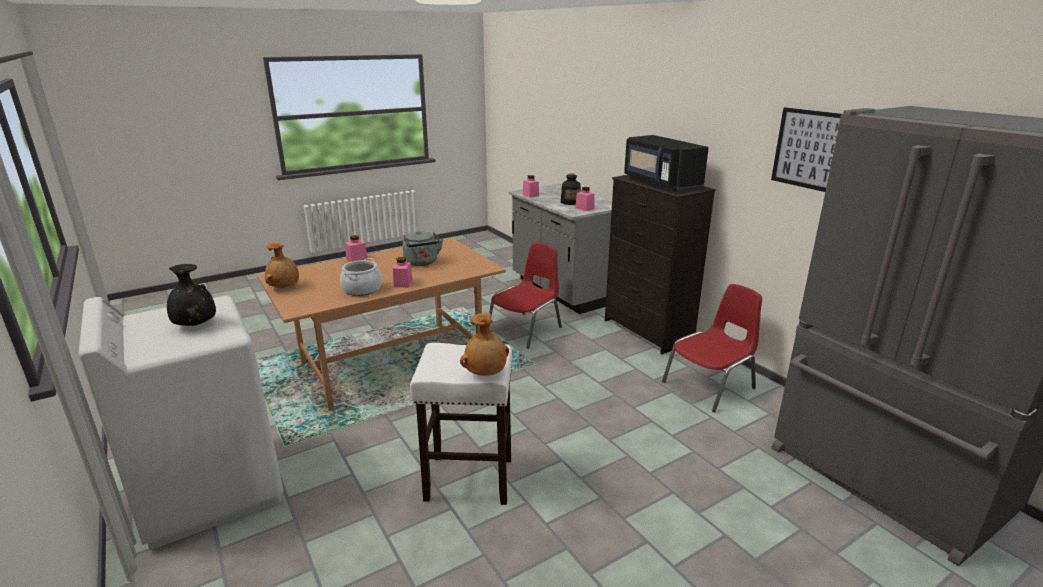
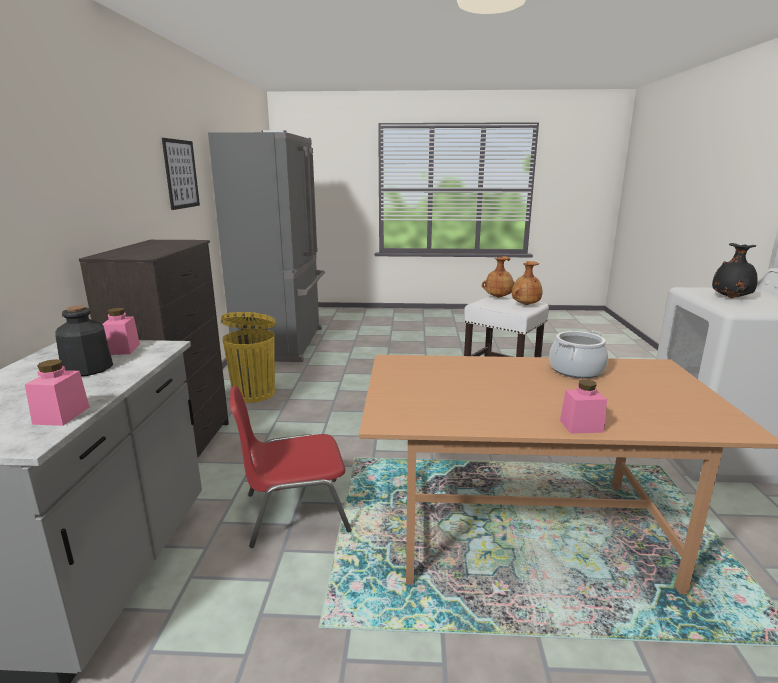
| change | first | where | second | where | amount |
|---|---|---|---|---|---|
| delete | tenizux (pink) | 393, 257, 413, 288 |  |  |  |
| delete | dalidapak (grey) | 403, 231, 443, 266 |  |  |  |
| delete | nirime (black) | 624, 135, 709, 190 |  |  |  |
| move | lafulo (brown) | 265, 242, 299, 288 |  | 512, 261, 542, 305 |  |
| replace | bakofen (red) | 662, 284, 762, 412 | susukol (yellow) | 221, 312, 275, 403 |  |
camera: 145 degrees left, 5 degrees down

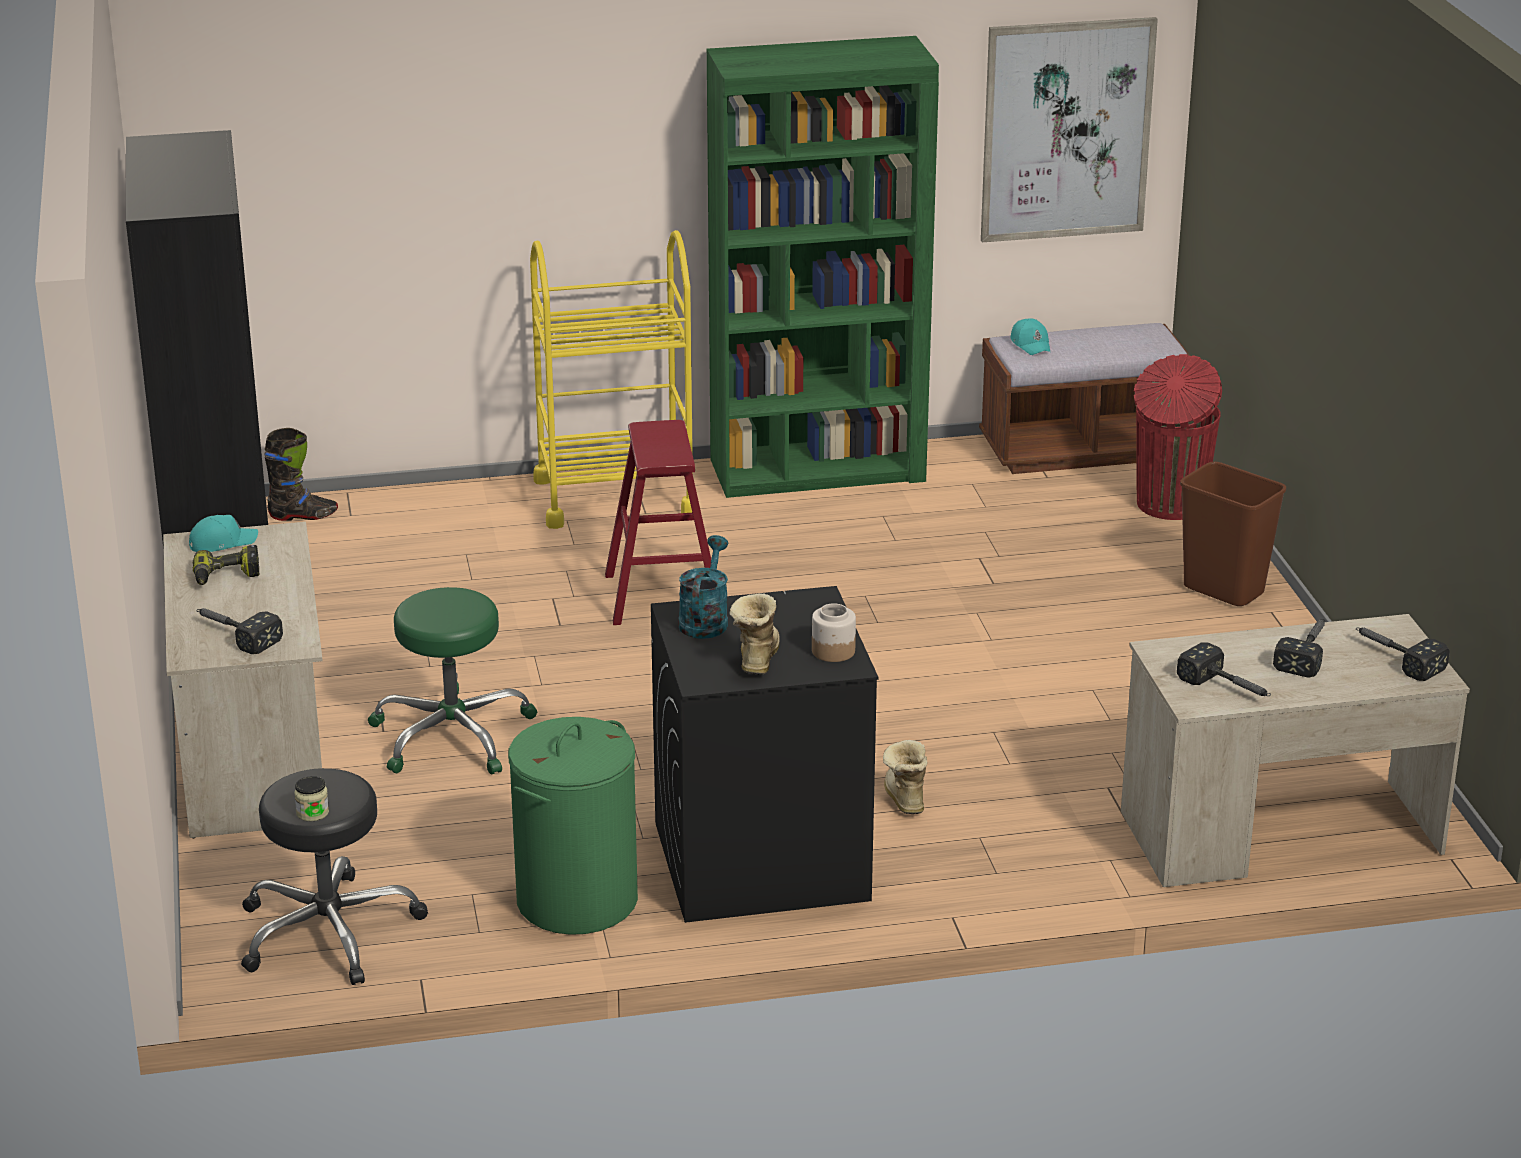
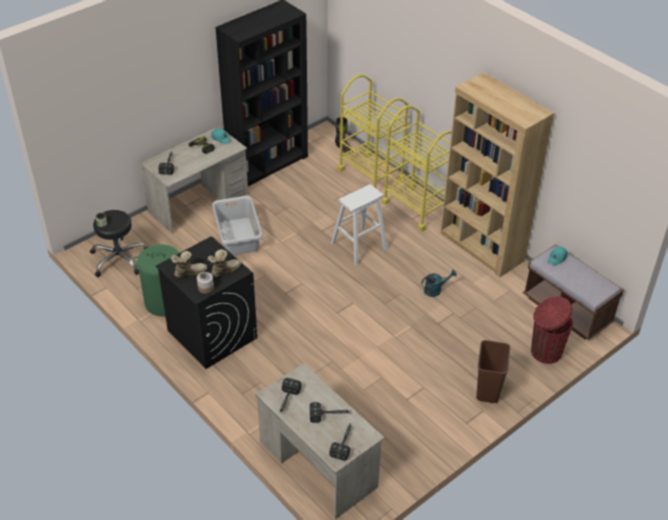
| change | first | where | second | where | amount |
|---|---|---|---|---|---|
| delete | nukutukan | 981, 17, 1158, 242 |  |  |  |
| insert |  |  | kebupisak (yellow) | 337, 74, 408, 190 |  |
| move | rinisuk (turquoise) | 678, 535, 728, 639 |  | 421, 270, 457, 297 |  |
| move | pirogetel | 883, 740, 927, 814 |  | 208, 249, 241, 278 |  |
| replace | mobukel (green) | 368, 587, 537, 774 | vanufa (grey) | 212, 196, 263, 255 |  |
| recolor | mobukel (red) | 605, 420, 711, 625 | mobukel (white) | 331, 184, 388, 266 |  |
| recolor | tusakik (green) | 707, 36, 939, 498 | tusakik (brown) | 440, 72, 554, 277 |  |
camera: 60 degrees right, 15 degrees up

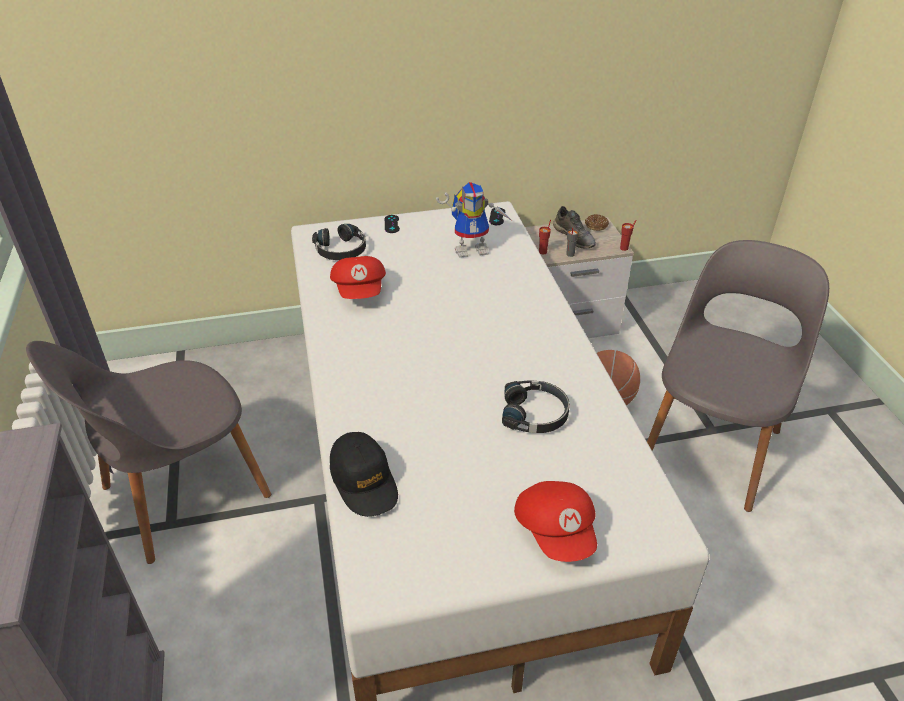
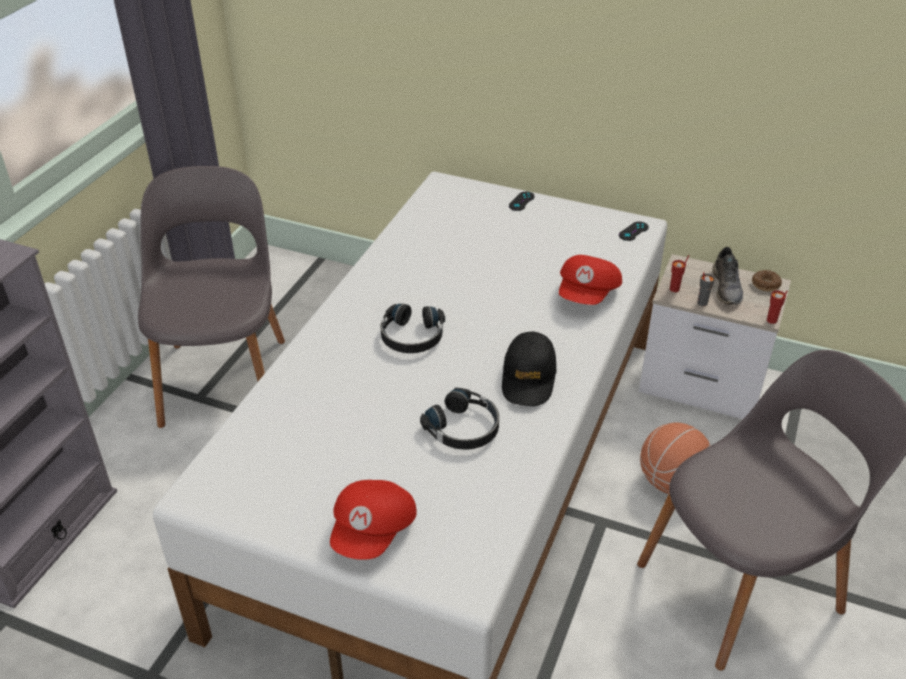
| change | first | where | second | where | amount |
|---|---|---|---|---|---|
| delete | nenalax | 436, 182, 511, 258 |  |  |  |
| move | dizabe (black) | 312, 224, 366, 260 |  | 381, 304, 445, 353 |  |
| move | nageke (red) | 330, 256, 386, 299 |  | 559, 255, 622, 305 |  |
| move | nageke (black) | 330, 432, 398, 517 |  | 502, 331, 556, 406 |  |
| rotate | bakofen (grey) | 26, 341, 271, 564 |  | 138, 166, 285, 428 | 90 degrees clockwise |
camera: 35 degrees right, 0 degrees up

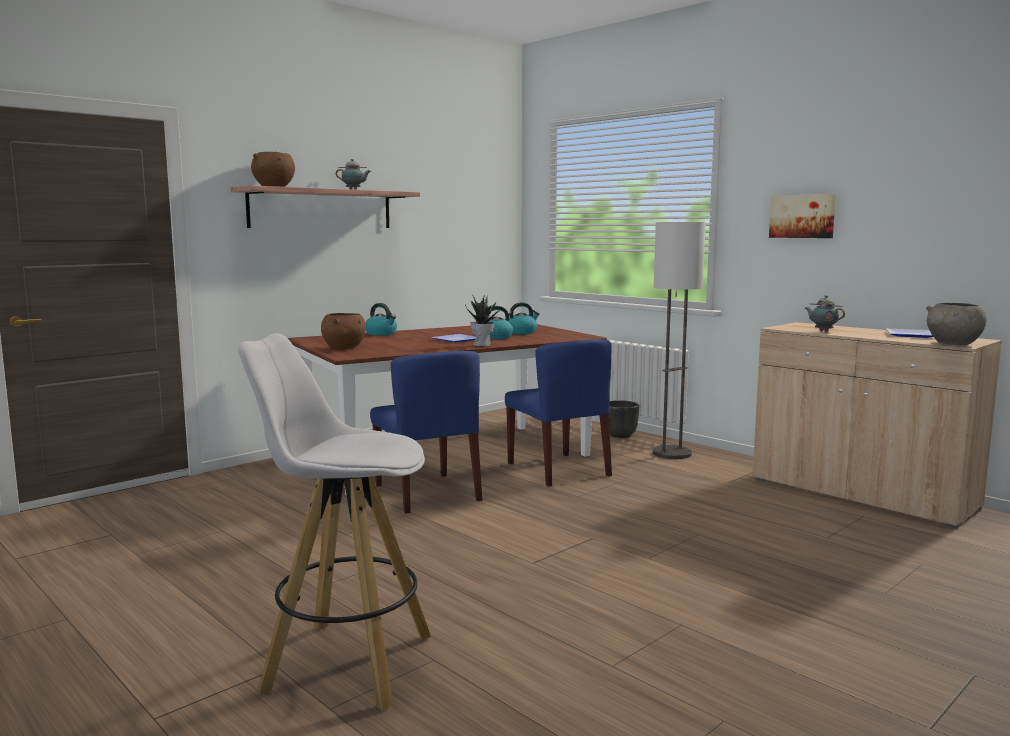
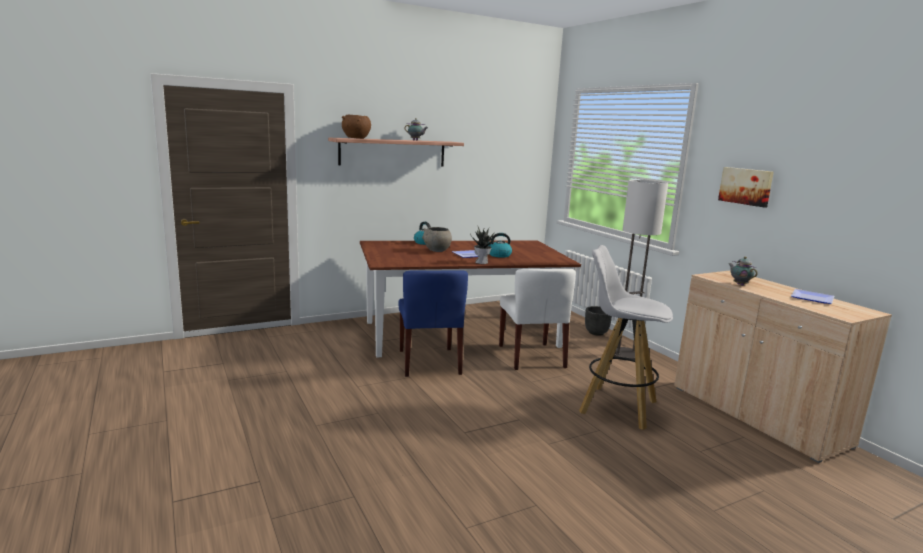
| change | first | where | second | where | amount |
|---|---|---|---|---|---|
| delete | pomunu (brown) | 321, 313, 366, 349 |  |  |  |
| delete | dalidapak | 508, 302, 539, 334 |  |  |  |
| move | mobukel (white) | 238, 333, 431, 710 |  | 579, 245, 673, 430 |  |
| move | pomunu (grey) | 926, 303, 987, 345 |  | 422, 227, 452, 252 |  |
| recolor | bakofen (blue) | 505, 339, 612, 487 | bakofen (white) | 499, 269, 576, 370 |  |
camera: 15 degrees right, 5 degrees up

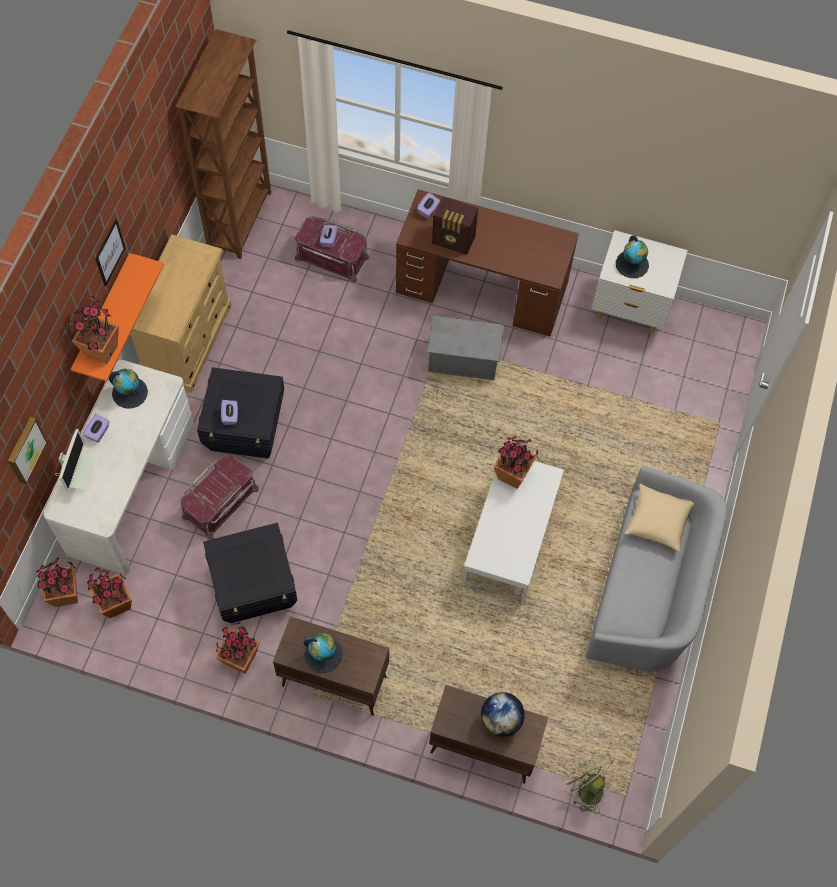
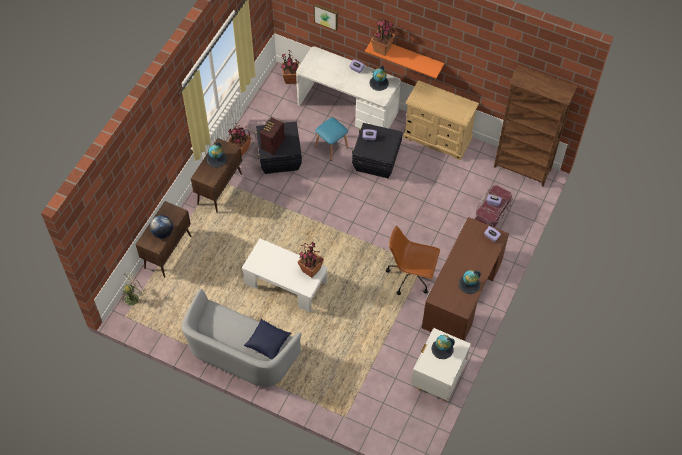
| change | first | where | second | where | amount |
|---|---|---|---|---|---|
| delete | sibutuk | 55, 429, 94, 491 |  |  |  |
| delete | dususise | 87, 567, 132, 618 |  |  |  |
| delete | nukutukan | 95, 219, 125, 286 |  |  |  |
| insert |  |  | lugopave | 459, 270, 481, 294 |  |
| move | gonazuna | 432, 197, 478, 255 |  | 260, 117, 285, 155 |  |
| replace | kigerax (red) | 181, 454, 259, 540 | mobukel (blue) | 315, 117, 348, 161 |  |
| replace | kigerax (grey) | 427, 316, 505, 380 | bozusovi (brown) | 386, 226, 440, 295 |  |
| recolor | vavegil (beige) | 624, 484, 694, 552 | vavegil (blue) | 244, 319, 291, 360 |  |
camera: 100 degrees right, 5 degrees down

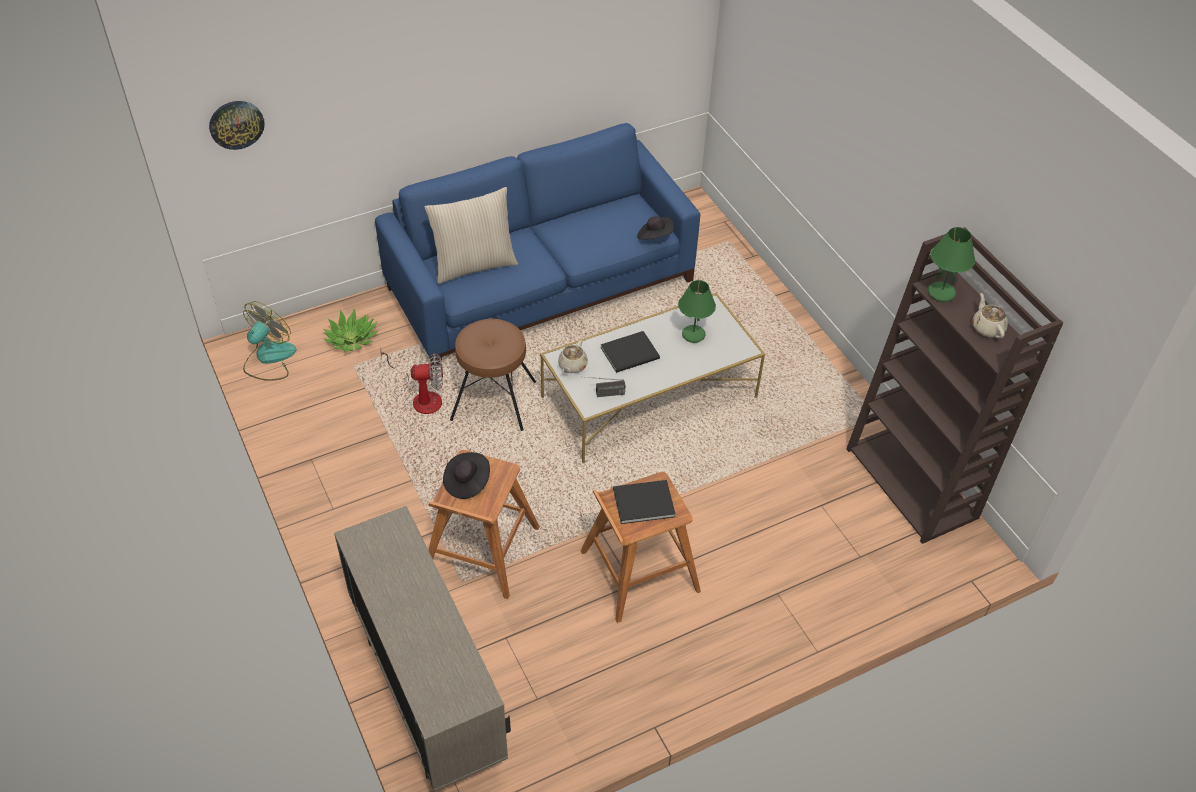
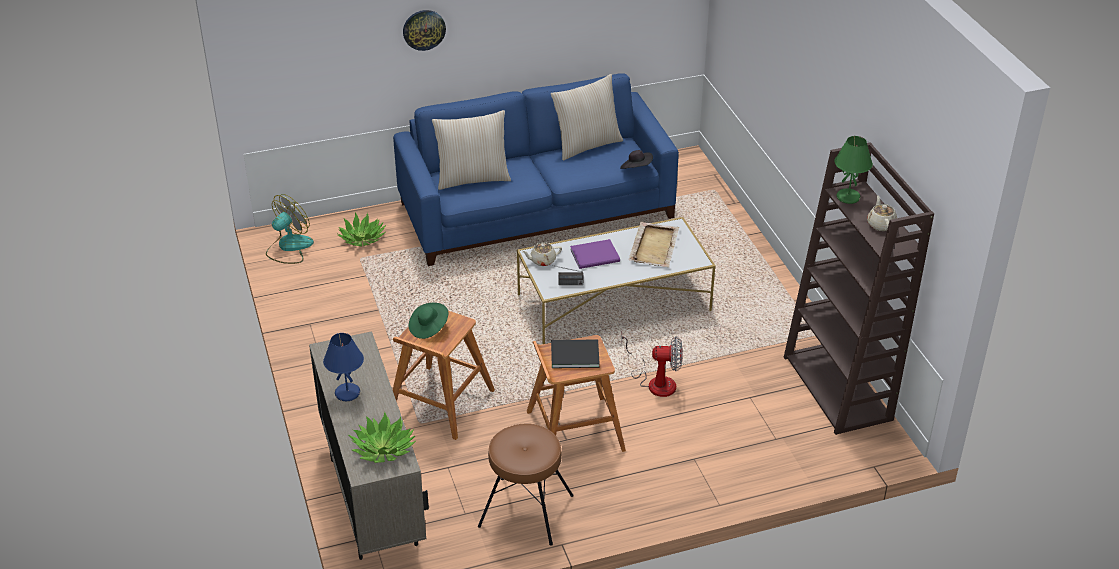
| change | first | where | second | where | amount |
|---|---|---|---|---|---|
| insert |  |  | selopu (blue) | 323, 333, 364, 401 |  |
| insert |  |  | dususise | 348, 412, 416, 463 |  |
| insert |  |  | vavegil (beige) | 551, 74, 623, 161 |  |
| move | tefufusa | 209, 101, 265, 150 |  | 403, 10, 446, 51 |  |
| move | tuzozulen | 380, 346, 443, 414 |  | 621, 335, 683, 397 |  |
| move | mobukel (brown) | 450, 319, 536, 431 |  | 478, 423, 574, 546 |  |
| replace | selopu (green) | 678, 280, 716, 343 | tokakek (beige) | 629, 222, 679, 268 |  |
| recolor | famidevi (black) | 443, 452, 490, 499 | famidevi (green) | 409, 303, 448, 339 |  |
| recolor | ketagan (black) | 601, 331, 660, 373 | ketagan (purple) | 570, 239, 620, 269 |  |
| rotate | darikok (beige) | 558, 340, 588, 373 |  | 522, 242, 562, 266 | 45 degrees clockwise |
camera: 10 degrees right, 10 degrees down

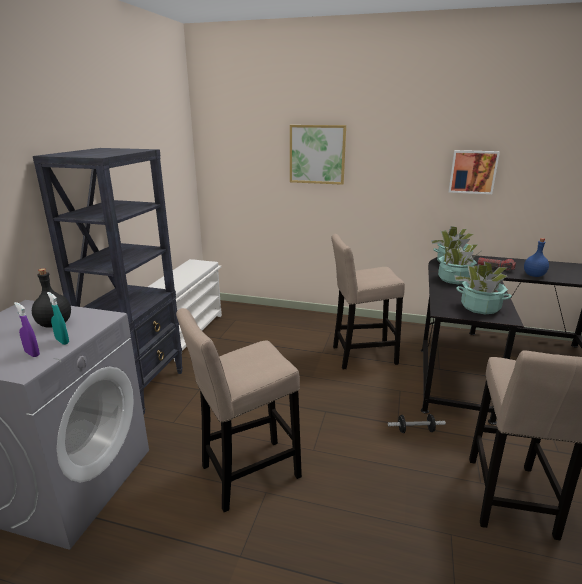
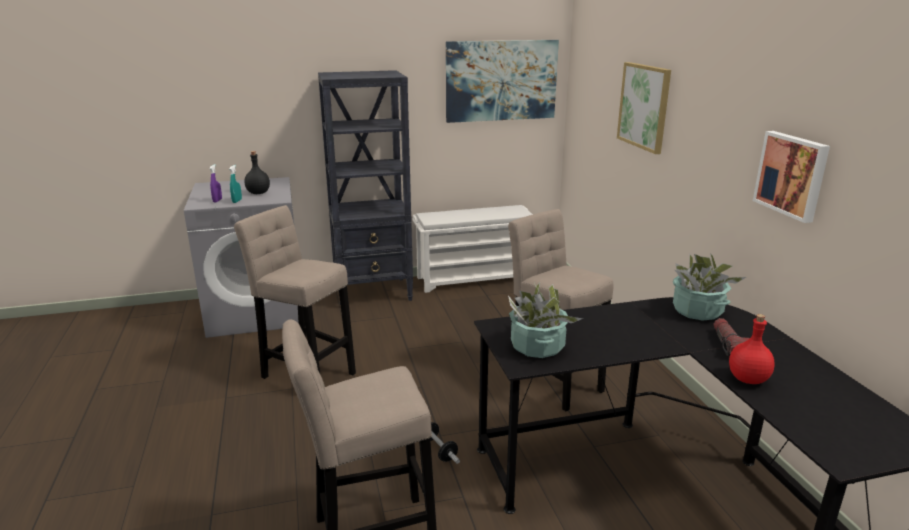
| change | first | where | second | where | amount |
|---|---|---|---|---|---|
| delete | dususise | 438, 241, 480, 284 |  |  |  |
| insert |  |  | nukutukan | 446, 40, 559, 123 |  |
| recolor | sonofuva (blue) | 524, 238, 549, 277 | sonofuva (red) | 729, 314, 775, 384 |  |
camera: 60 degrees right, 0 degrees up

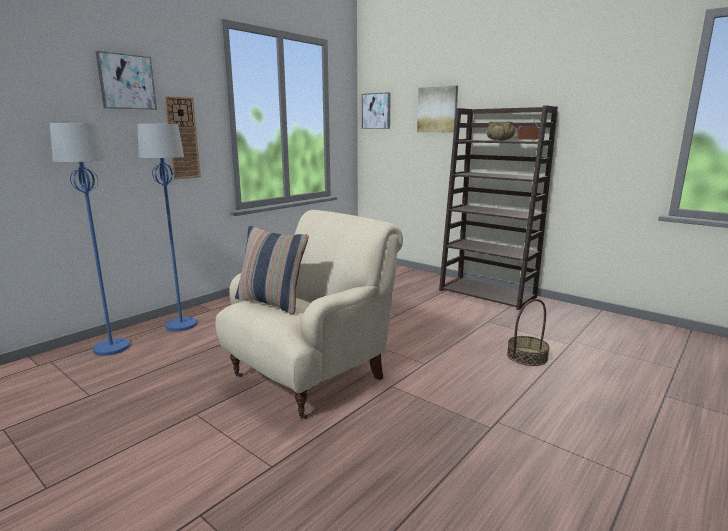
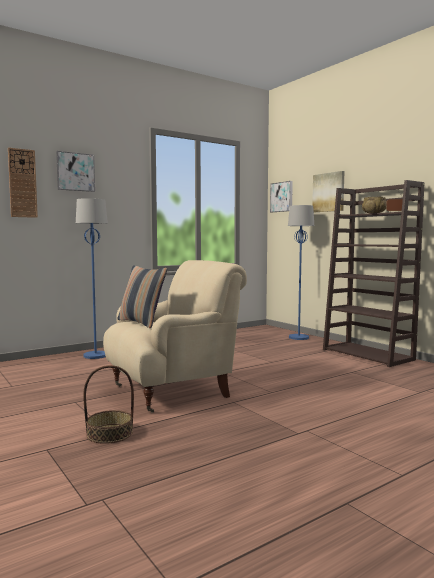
| change | first | where | second | where | amount |
|---|---|---|---|---|---|
| move | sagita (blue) | 50, 123, 130, 356 |  | 288, 205, 314, 340 |  |
| move | tefufusa | 164, 96, 201, 179 |  | 8, 148, 38, 218 |  |
| move | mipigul | 507, 299, 550, 366 |  | 83, 365, 134, 444 |  |
camera: 15 degrees right, 10 degrees down

